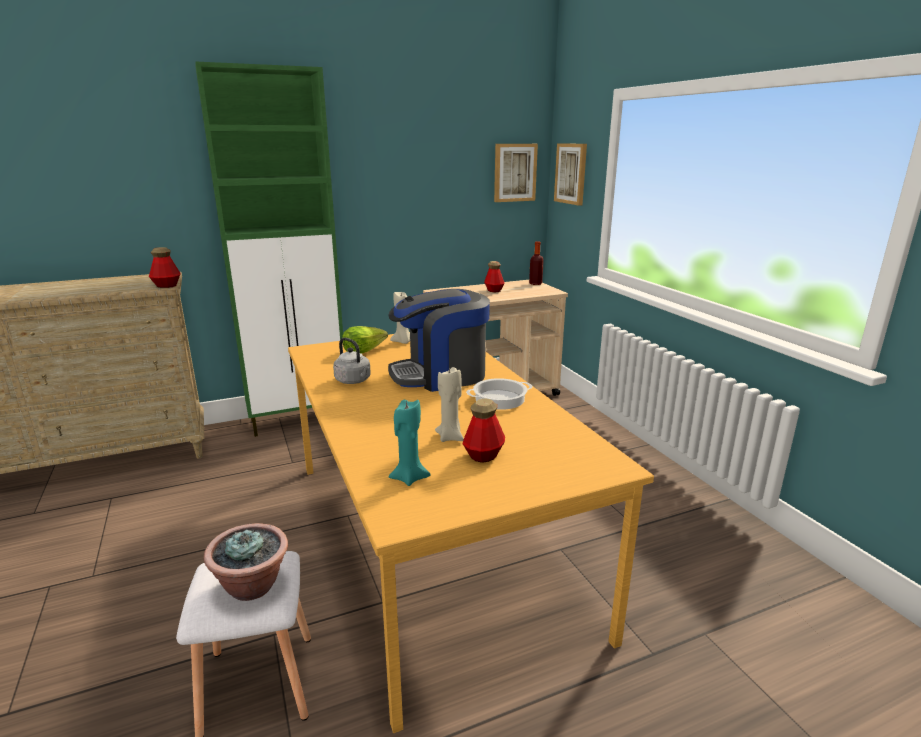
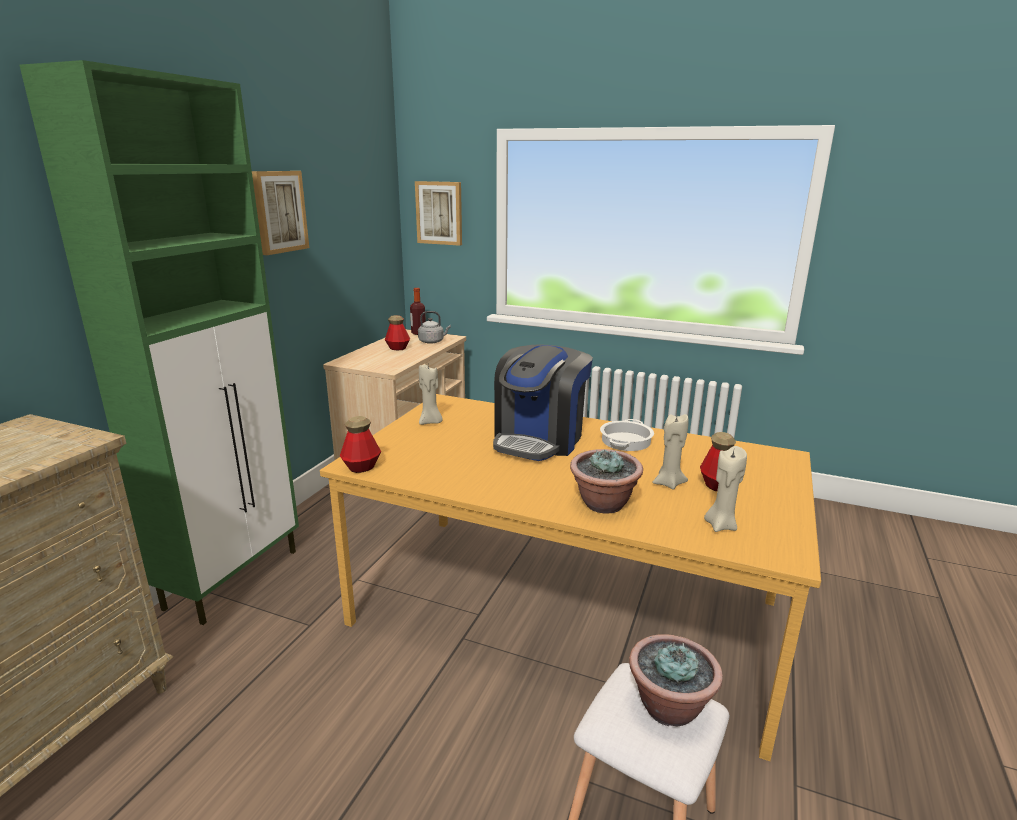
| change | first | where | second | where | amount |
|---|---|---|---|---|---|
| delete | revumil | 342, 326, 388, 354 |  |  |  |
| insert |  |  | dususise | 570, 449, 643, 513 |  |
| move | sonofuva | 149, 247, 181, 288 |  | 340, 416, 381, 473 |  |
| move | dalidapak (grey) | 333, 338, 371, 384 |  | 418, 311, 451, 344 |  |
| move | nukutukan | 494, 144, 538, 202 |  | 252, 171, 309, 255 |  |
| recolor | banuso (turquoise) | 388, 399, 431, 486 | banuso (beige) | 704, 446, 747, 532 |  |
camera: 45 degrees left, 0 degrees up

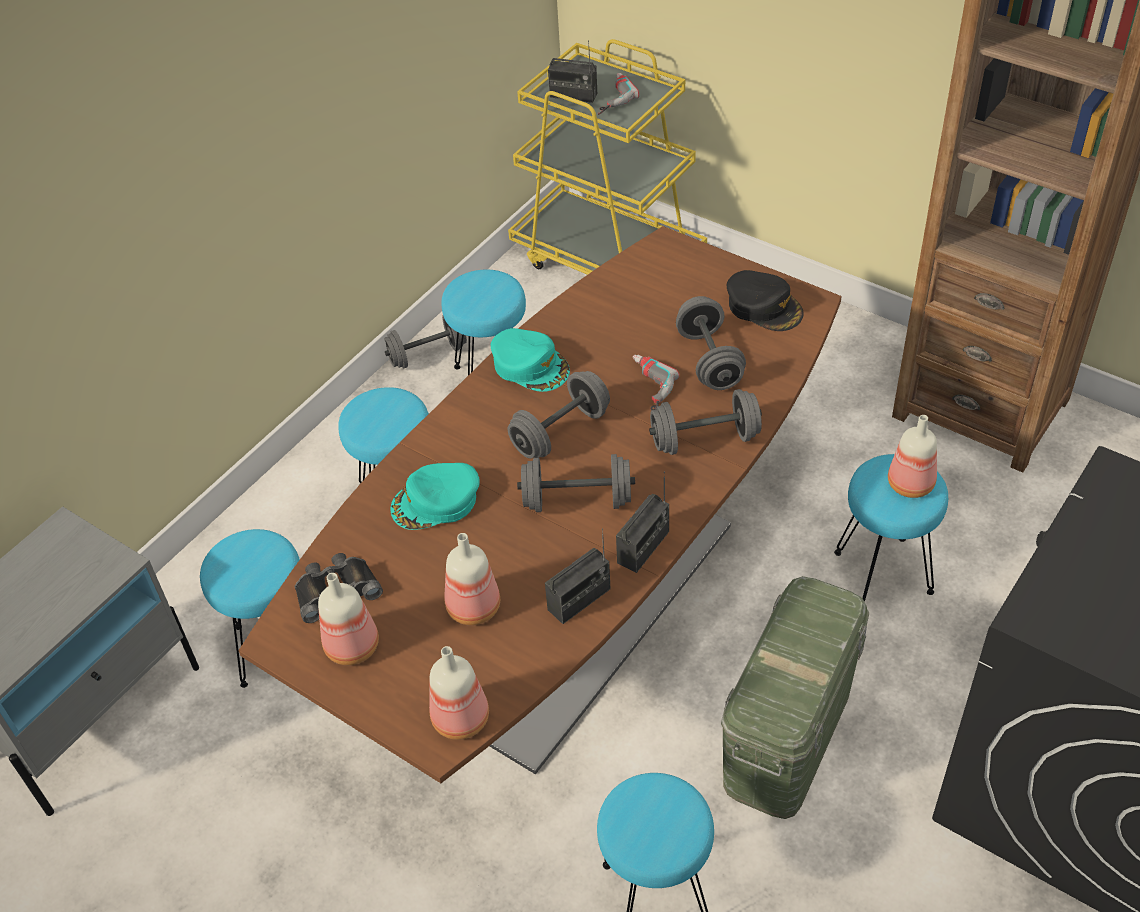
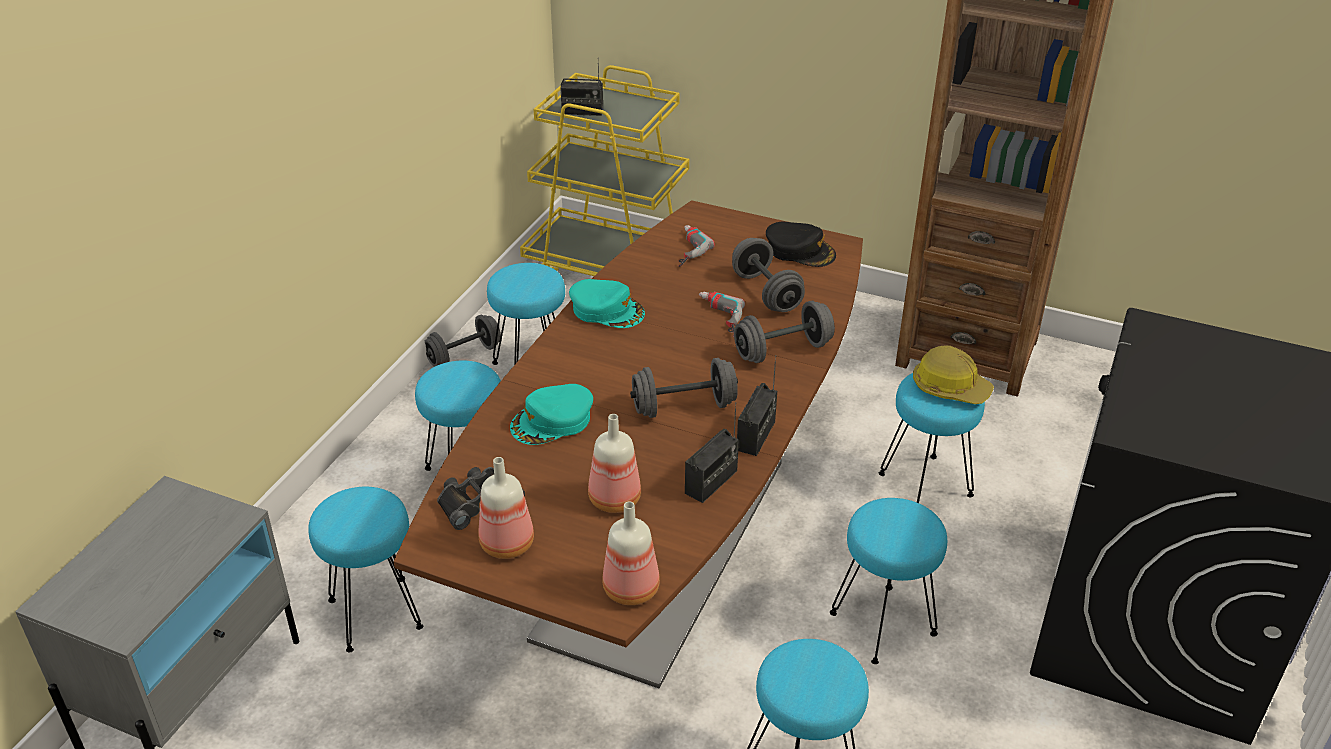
| change | first | where | second | where | amount |
|---|---|---|---|---|---|
| delete | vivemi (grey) | 508, 371, 610, 459 |  |  |  |
| move | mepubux | 598, 73, 639, 115 |  | 679, 225, 715, 267 |  |
| replace | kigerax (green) | 721, 576, 869, 819 | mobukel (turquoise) | 830, 498, 947, 664 |  |
| replace | sonofuva | 888, 415, 937, 498 | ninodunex | 913, 345, 994, 404 |  |
camera: 15 degrees left, 10 degrees down

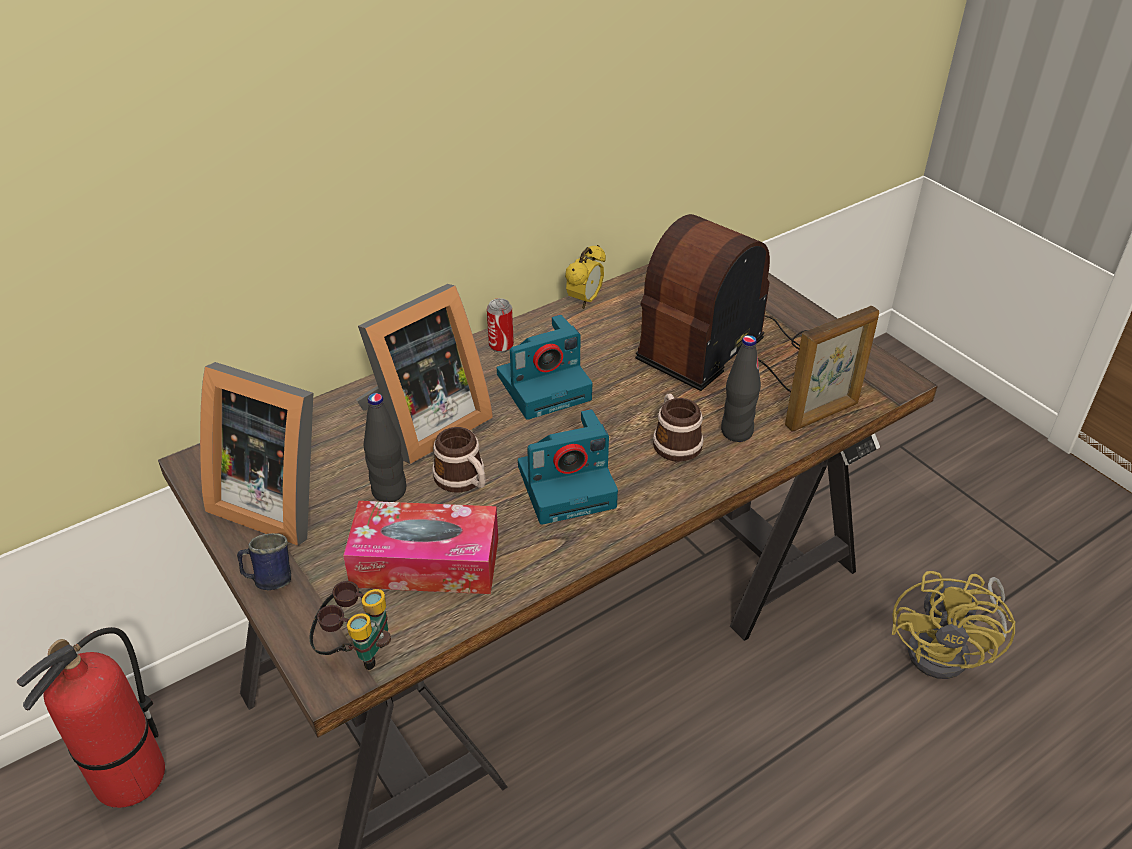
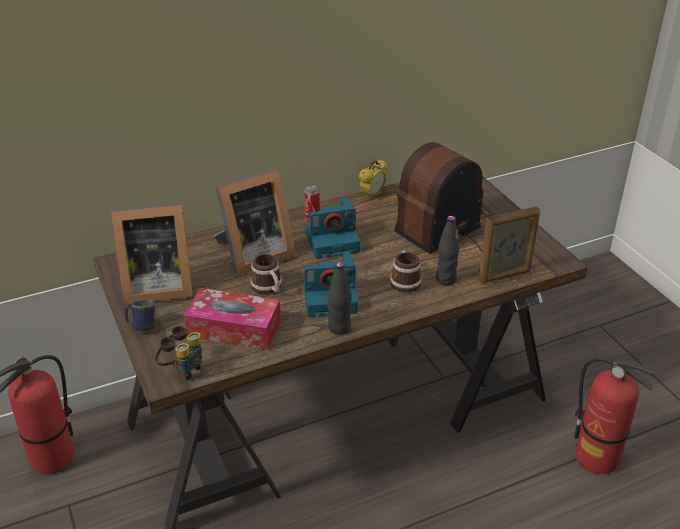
| change | first | where | second | where | amount |
|---|---|---|---|---|---|
| move | sonofuva (black) | 364, 393, 406, 502 |  | 328, 262, 351, 335 |  |
| replace | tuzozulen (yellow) | 892, 571, 1016, 679 | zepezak | 575, 357, 654, 474 |  |
| rotate | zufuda | 200, 362, 313, 546 |  | 111, 203, 193, 305 | 45 degrees counterclockwise |
camera: 10 degrees right, 5 degrees down

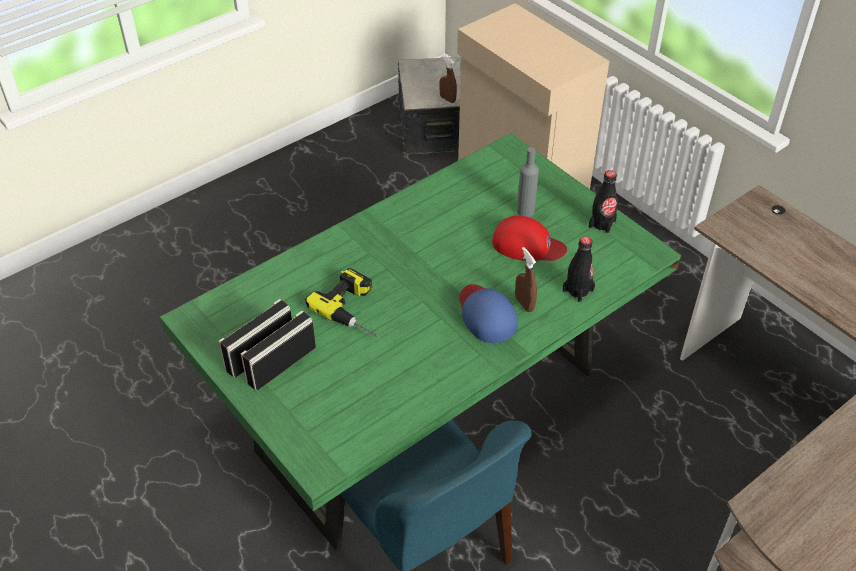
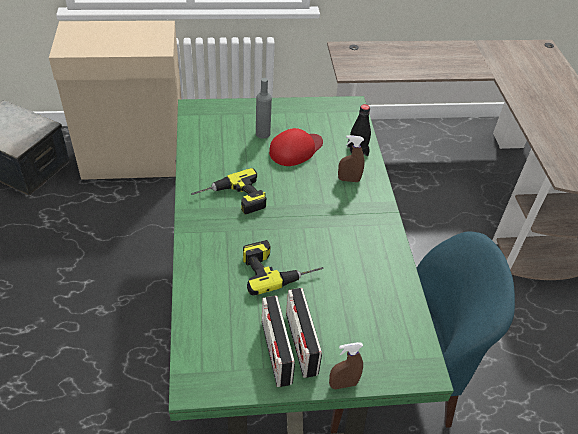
| change | first | where | second | where | amount |
|---|---|---|---|---|---|
| delete | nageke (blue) | 459, 284, 518, 343 |  |  |  |
| delete | sonofuva (black) | 589, 170, 618, 234 |  |  |  |
| insert |  |  | mepubux | 191, 168, 266, 215 |  |
| move | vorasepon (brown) | 439, 55, 457, 103 |  | 329, 342, 363, 389 |  |
camera: 60 degrees left, 0 degrees up

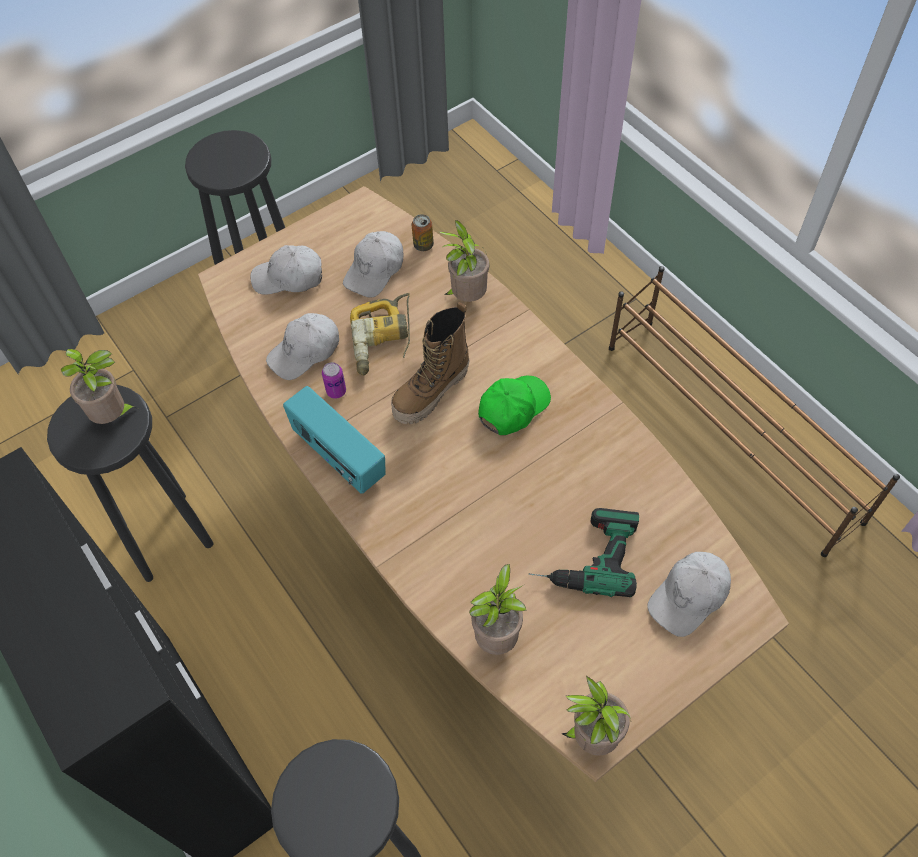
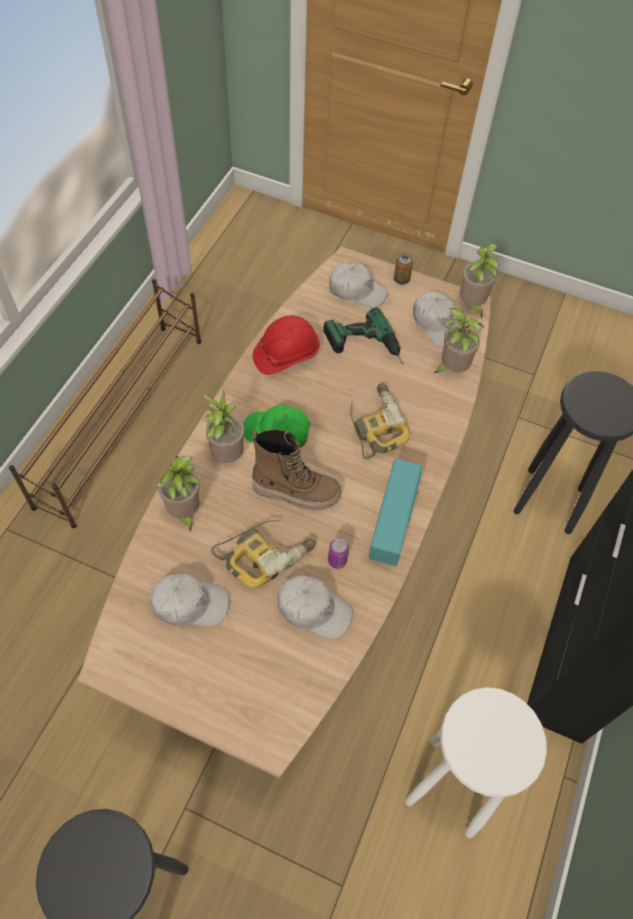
| change | first | where | second | where | amount |
|---|---|---|---|---|---|
| insert |  |  | ninodunex (red) | 253, 316, 320, 375 |  |
| insert |  |  | mepubux | 350, 383, 410, 459 |  |
| move | dususise | 61, 349, 138, 424 |  | 203, 390, 245, 463 |  |
| move | nageke (white) | 250, 245, 322, 295 |  | 413, 292, 461, 347 |  |
| move | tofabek | 412, 214, 434, 251 |  | 394, 254, 413, 285 |  |
| recolor | mobukel (black) | 47, 385, 214, 582 | mobukel (white) | 406, 687, 547, 838 |  |
camera: 125 degrees left, 0 degrees up

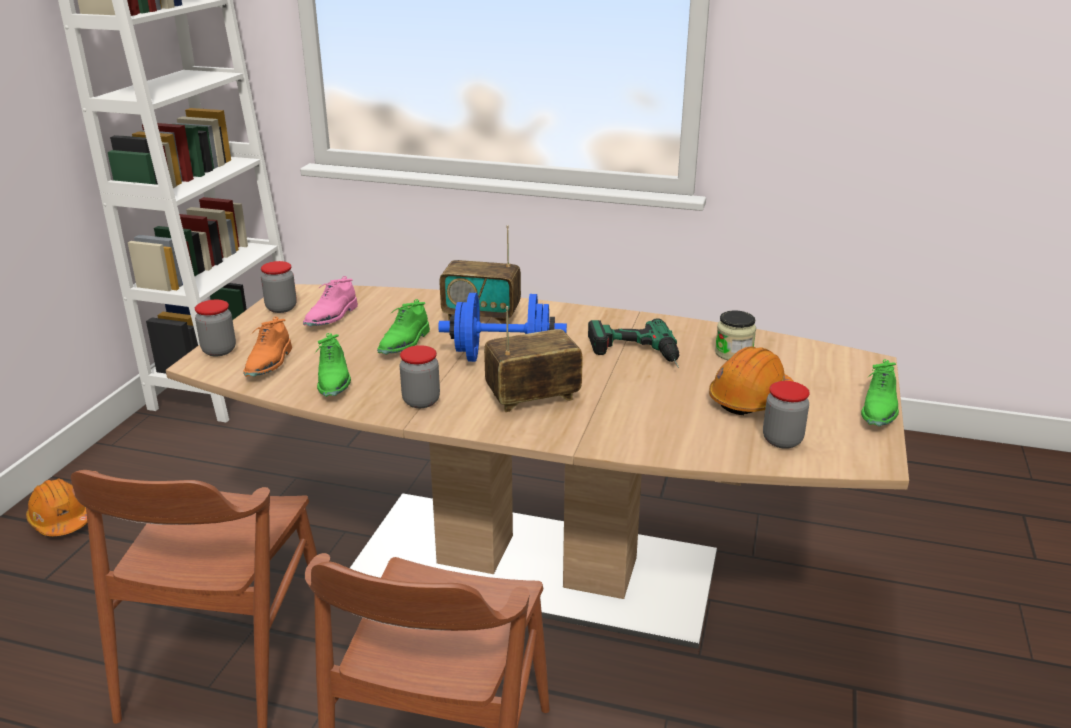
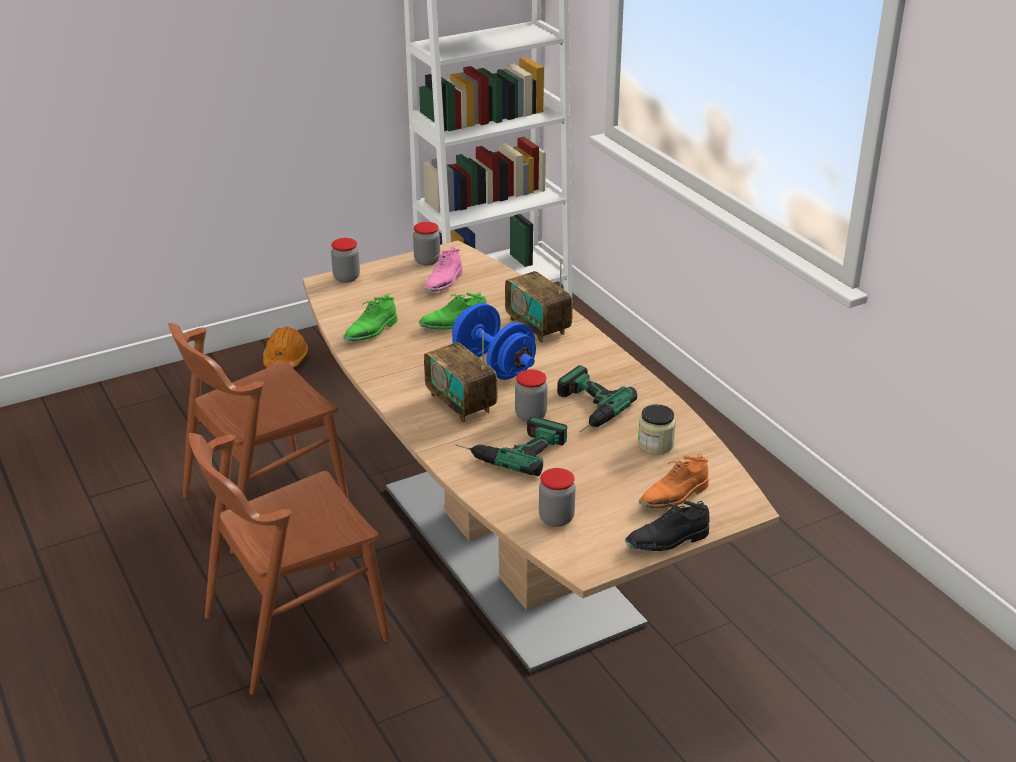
| change | first | where | second | where | amount |
|---|---|---|---|---|---|
| delete | ninodunex (orange) | 709, 346, 794, 415 |  |  |  |
| insert |  |  | mepubux | 456, 417, 567, 476 |  |
| move | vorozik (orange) | 243, 317, 292, 377 |  | 639, 454, 709, 508 |  |
| move | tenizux | 400, 345, 440, 408 |  | 515, 370, 547, 422 |  |
| recolor | vorozik (green) | 861, 359, 899, 426 | vorozik (black) | 625, 500, 710, 551 |  |
| rotate | vorozik (pink) | 303, 276, 358, 327 |  | 424, 246, 463, 292 | 45 degrees counterclockwise |
| rotate | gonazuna | 484, 306, 583, 412 |  | 424, 331, 497, 423 | 150 degrees counterclockwise |
camera: 45 degrees right, 5 degrees up

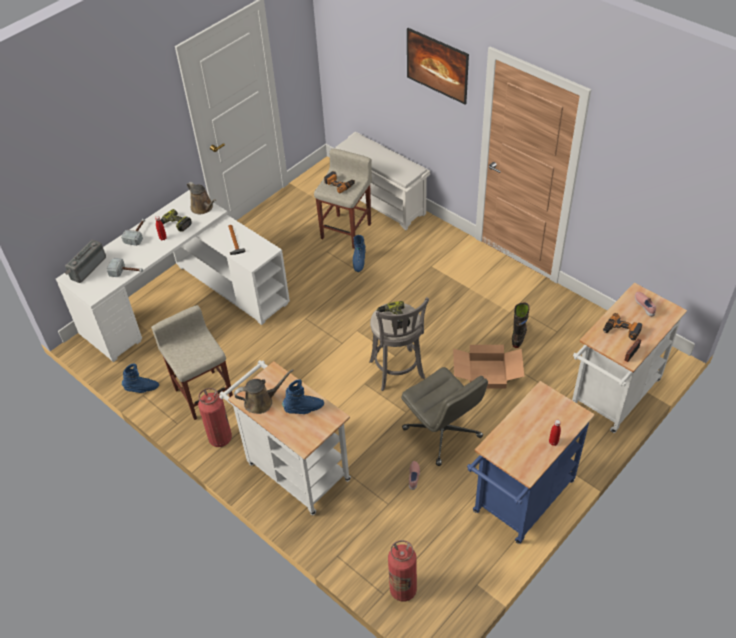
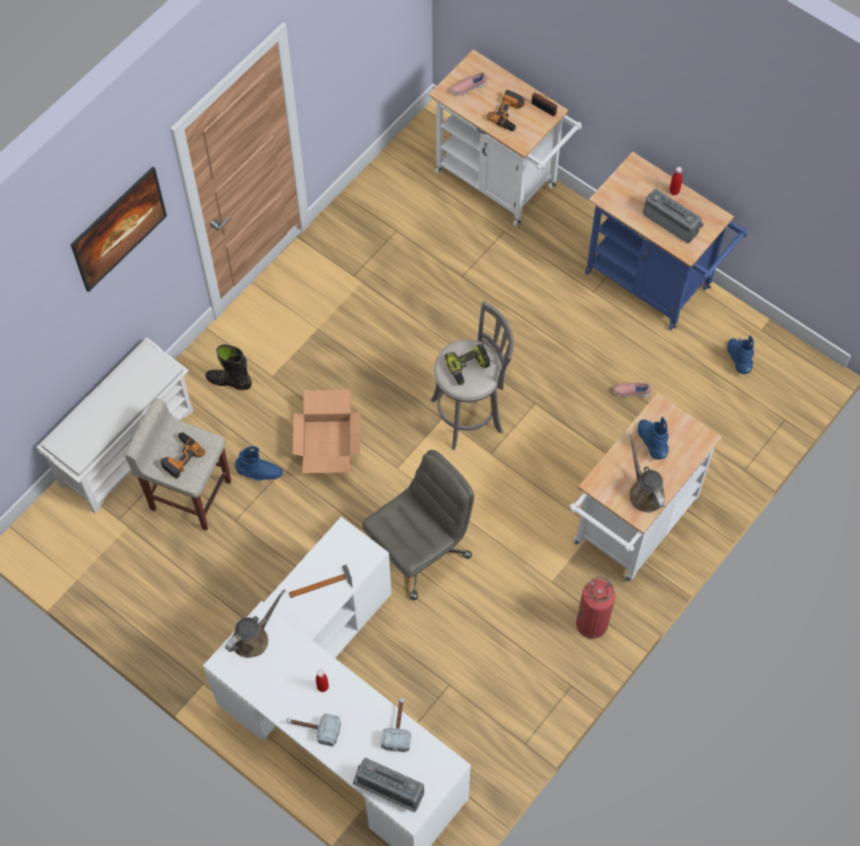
| change | first | where | second | where | amount |
|---|---|---|---|---|---|
| delete | mobukel (beige) | 152, 305, 233, 420 |  |  |  |
| delete | mepubux | 161, 209, 192, 232 |  |  |  |
| delete | zepezak | 388, 540, 417, 601 |  |  |  |
| insert |  |  | gonazuna | 643, 189, 704, 243 |  |
| move | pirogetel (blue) | 122, 364, 159, 393 |  | 727, 335, 754, 374 |  |
| move | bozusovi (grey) | 401, 367, 488, 466 |  | 362, 450, 474, 600 |  |
| move | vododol | 453, 345, 524, 388 |  | 293, 390, 360, 473 |  |
| move | pirogetel (black) | 512, 303, 530, 348 |  | 205, 344, 252, 390 |  |
camera: 95 degrees left, 15 degrees up

